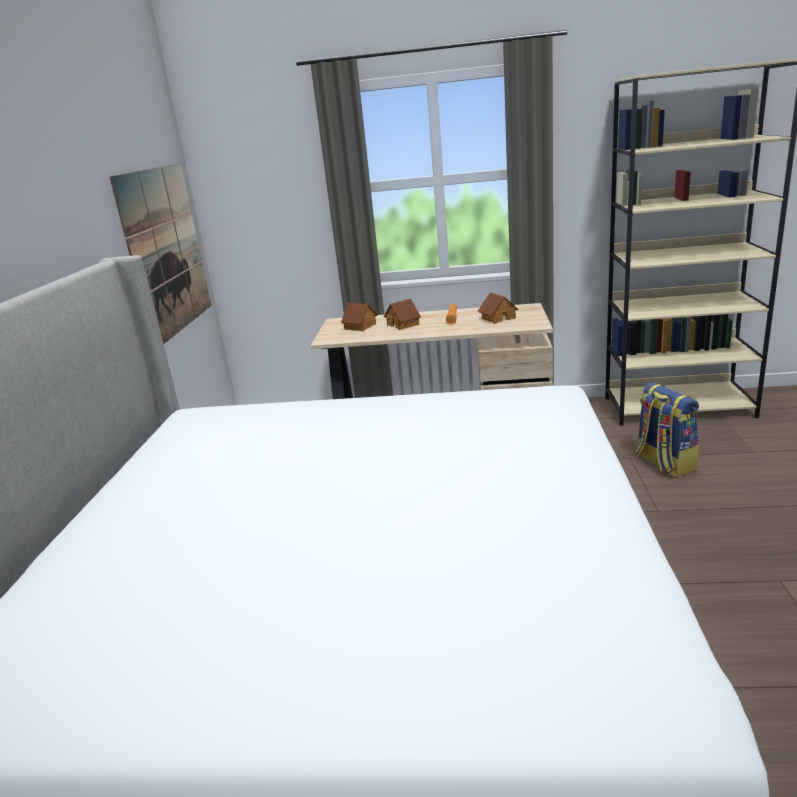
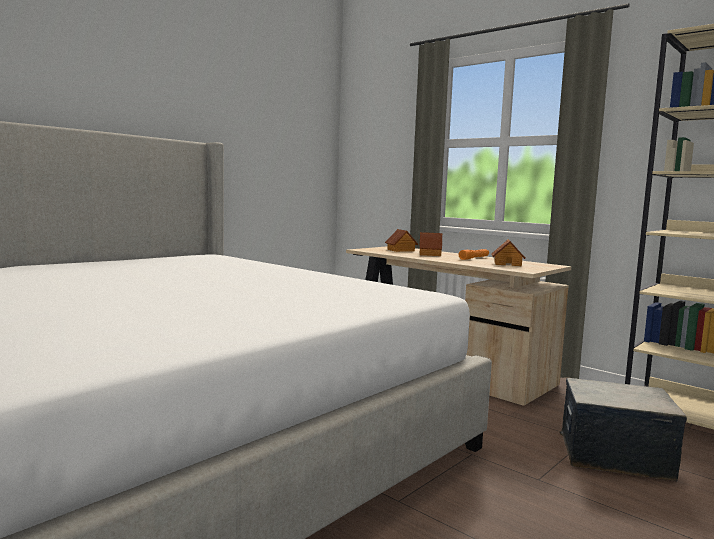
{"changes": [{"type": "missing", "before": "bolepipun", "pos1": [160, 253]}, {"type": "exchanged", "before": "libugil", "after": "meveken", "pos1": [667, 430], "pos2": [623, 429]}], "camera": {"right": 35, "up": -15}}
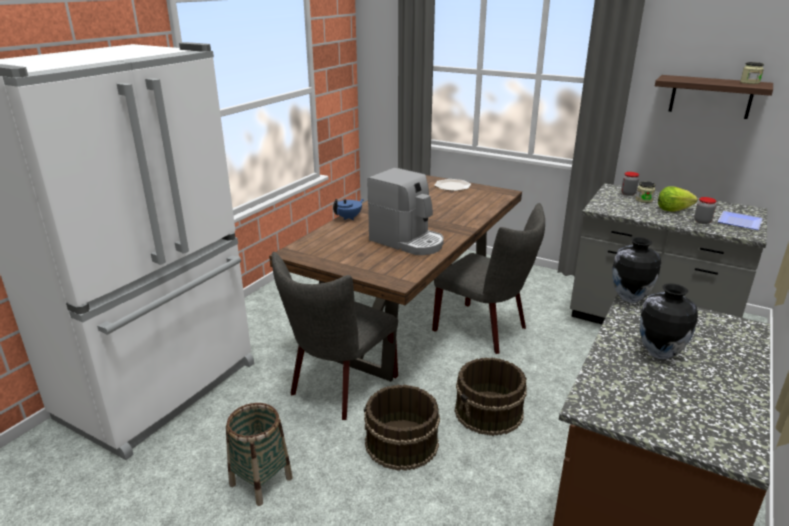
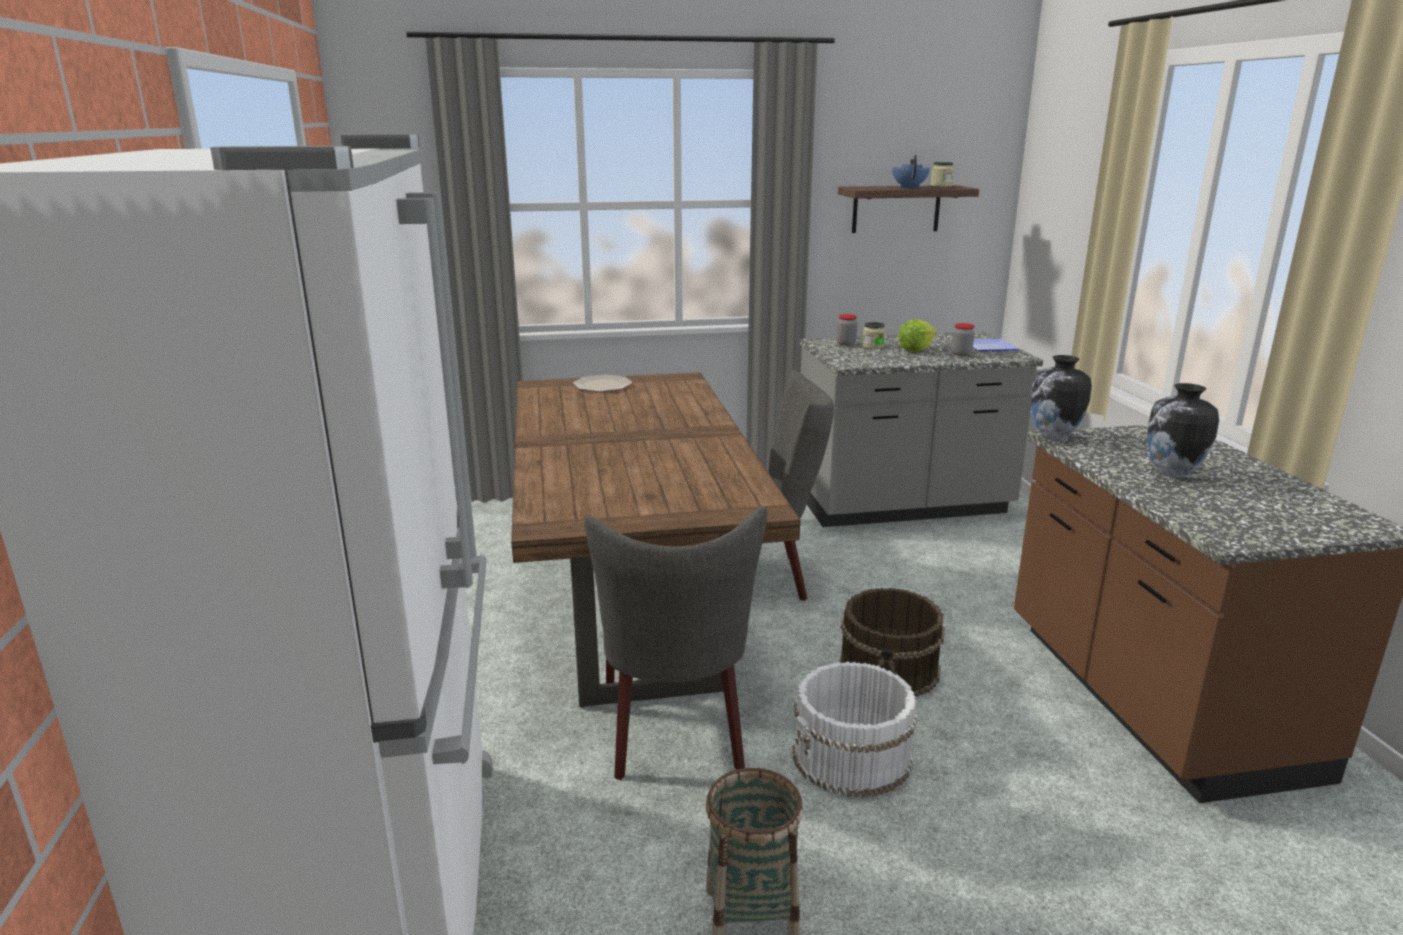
{"changes": [{"type": "relocated", "before": "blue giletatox", "pos1": [348, 209], "pos2": [911, 172]}, {"type": "colour", "before": "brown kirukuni", "after": "white kirukuni", "pos1": [402, 427], "pos2": [855, 730]}, {"type": "missing", "before": "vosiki", "pos1": [406, 211]}], "camera": {"right": -40, "up": -5}}
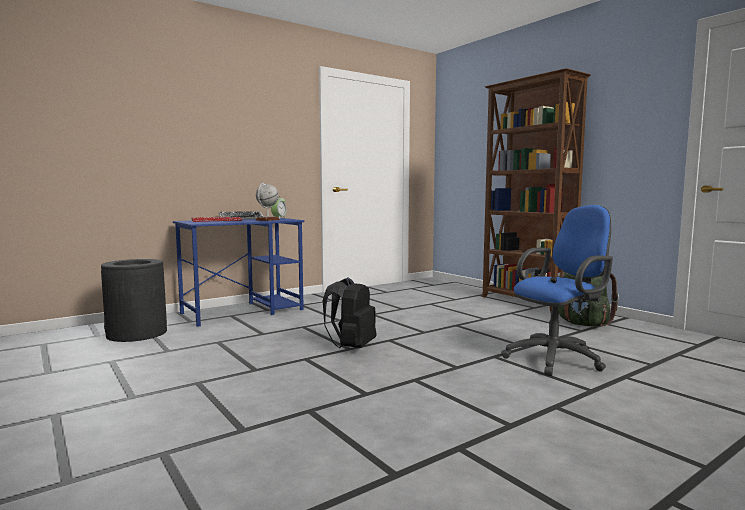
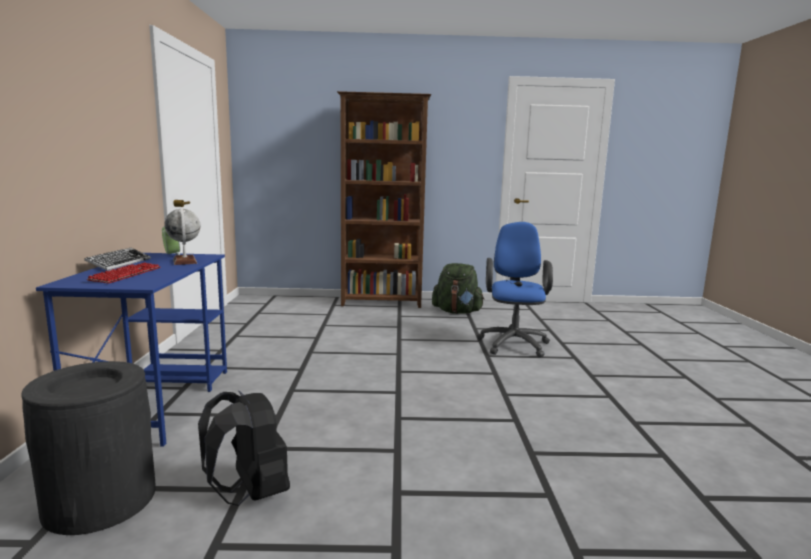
{"changes": [{"type": "relocated", "before": "black libugil", "pos1": [350, 312], "pos2": [244, 448]}], "camera": {"right": -55, "up": 5}}
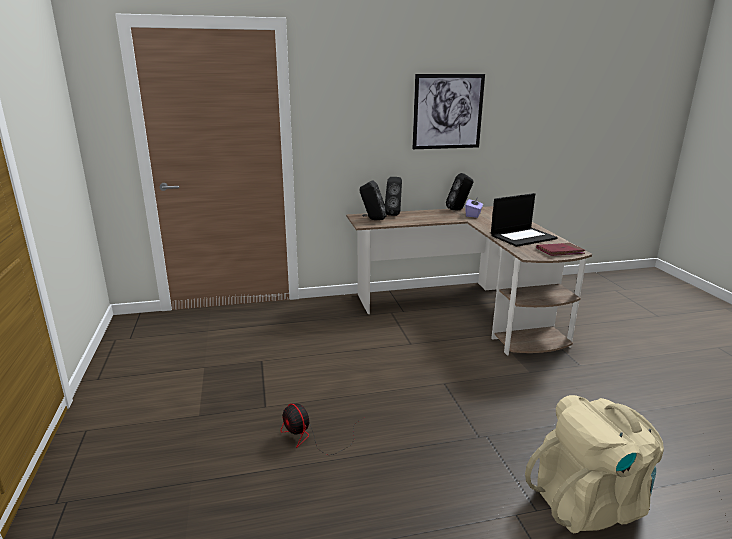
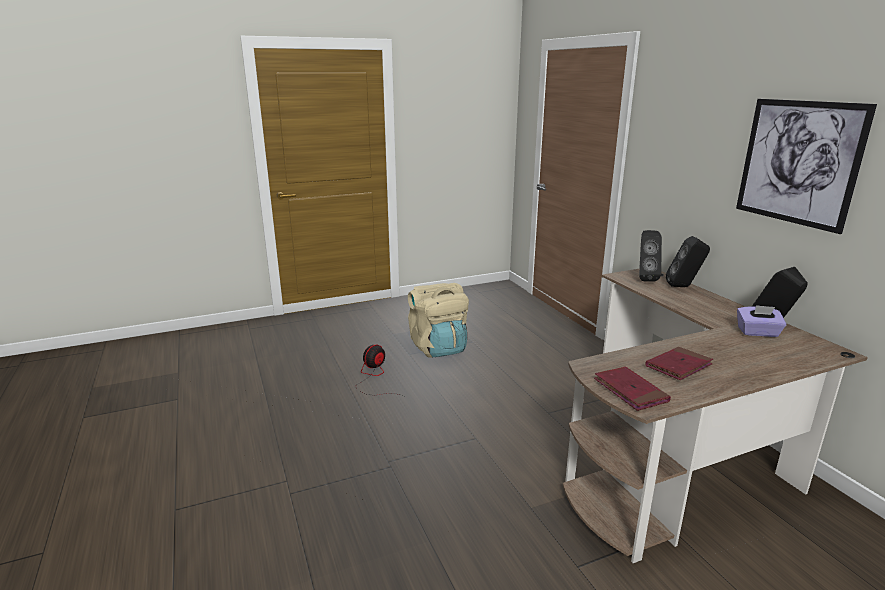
{"changes": [{"type": "exchanged", "before": "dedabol", "after": "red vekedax", "pos1": [524, 220], "pos2": [679, 363]}, {"type": "relocated", "before": "beige libugil", "pos1": [594, 464], "pos2": [438, 320]}], "camera": {"right": 80, "up": 0}}
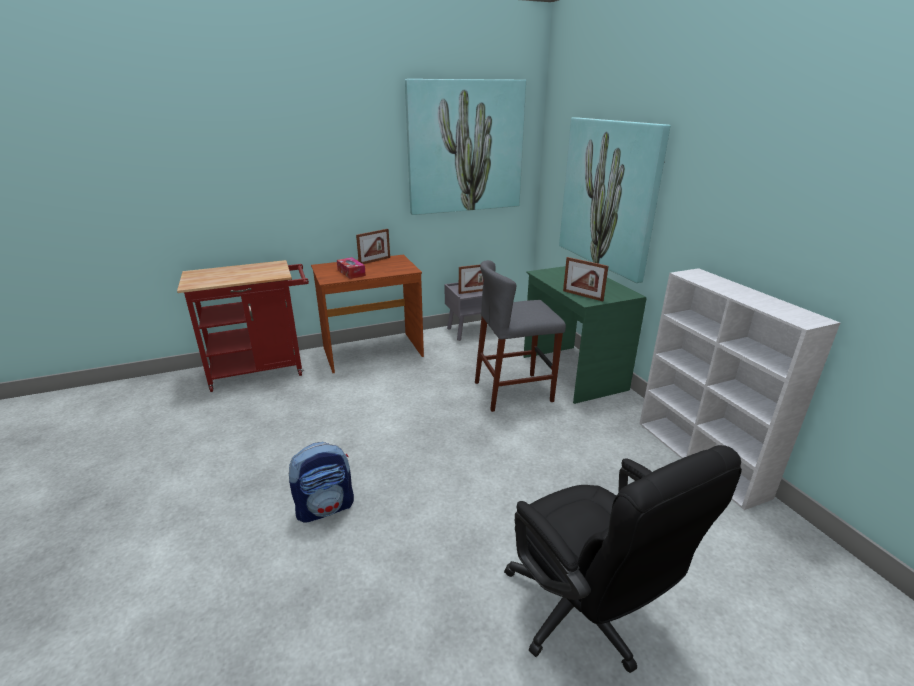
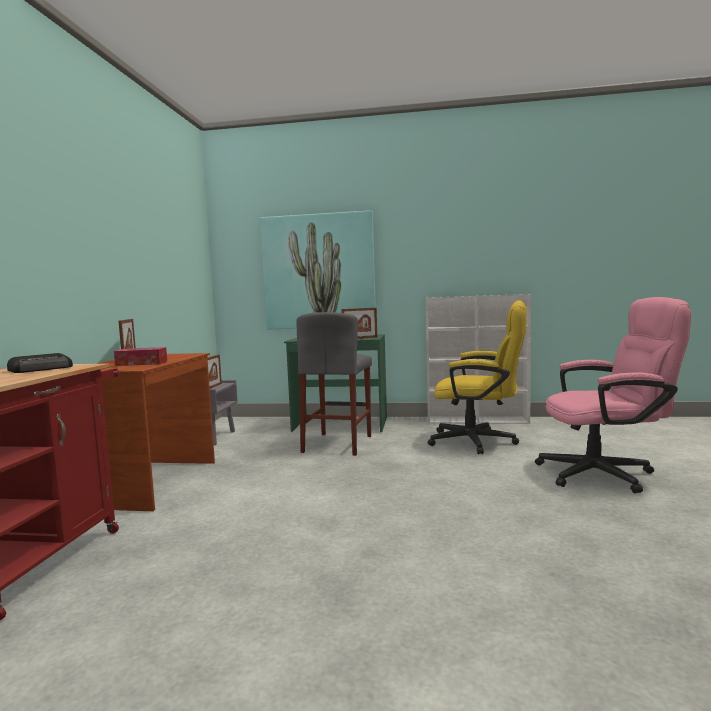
{"changes": [{"type": "missing", "before": "libugil", "pos1": [321, 482]}, {"type": "missing", "before": "bolepipun", "pos1": [465, 147]}, {"type": "colour", "before": "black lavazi", "after": "pink lavazi", "pos1": [623, 559], "pos2": [613, 395]}, {"type": "appeared", "after": "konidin", "pos2": [40, 363]}, {"type": "appeared", "after": "yellow lavazi", "pos2": [477, 377]}], "camera": {"right": -60, "up": -20}}
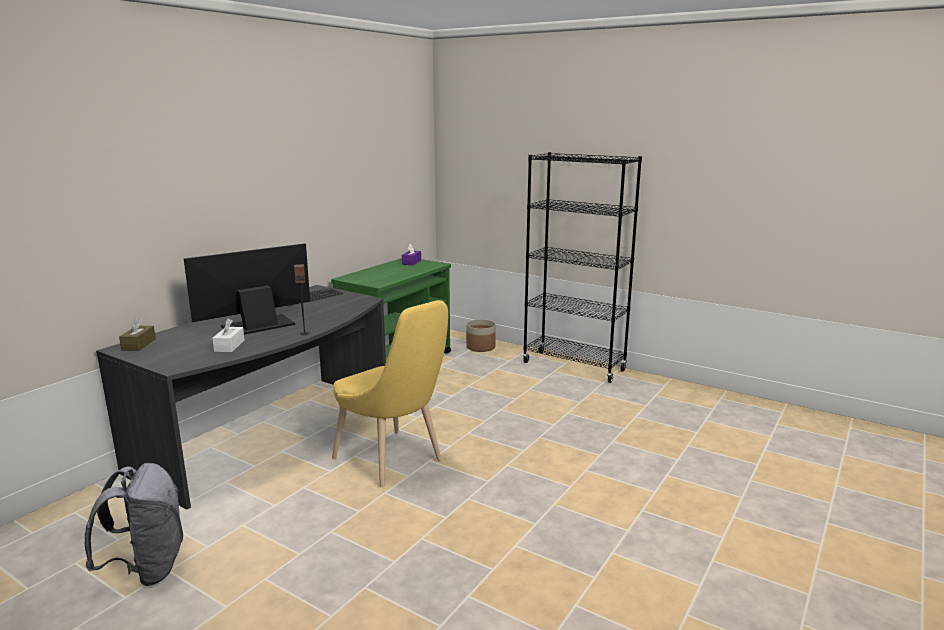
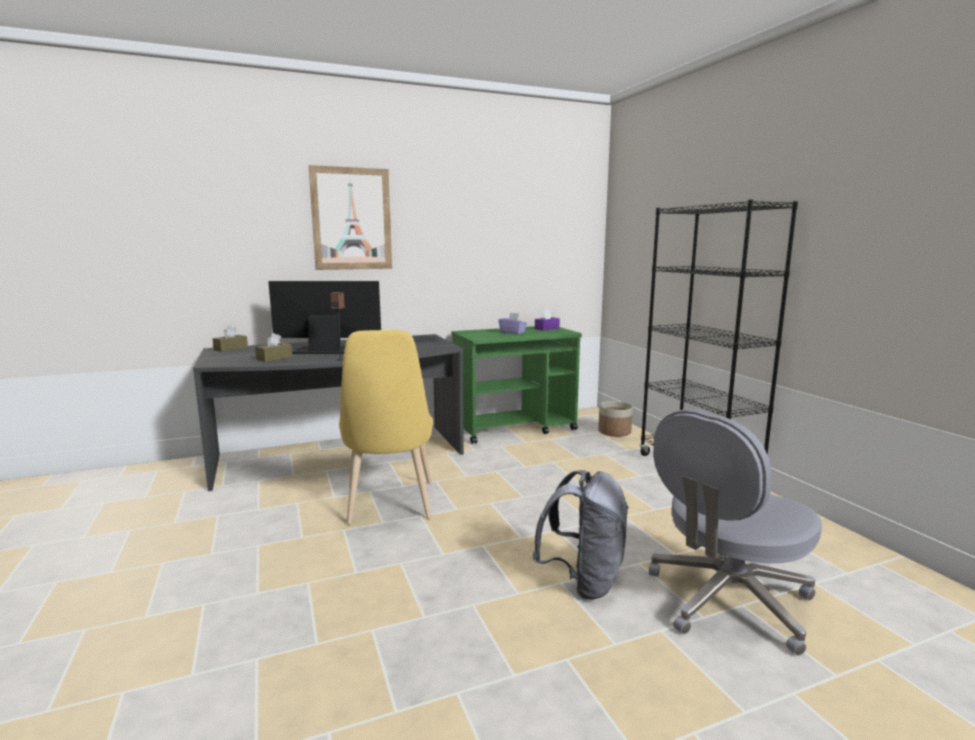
{"changes": [{"type": "relocated", "before": "grey libugil", "pos1": [134, 524], "pos2": [580, 535]}, {"type": "colour", "before": "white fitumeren", "after": "brown fitumeren", "pos1": [228, 335], "pos2": [273, 347]}, {"type": "appeared", "after": "bolepipun", "pos2": [350, 217]}, {"type": "appeared", "after": "purple fitumeren", "pos2": [512, 323]}, {"type": "appeared", "after": "grey lavazi", "pos2": [735, 532]}], "camera": {"right": 35, "up": -5}}
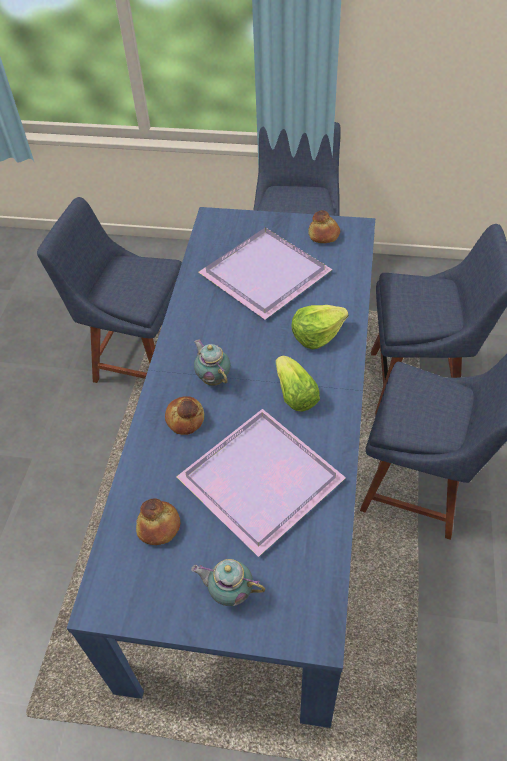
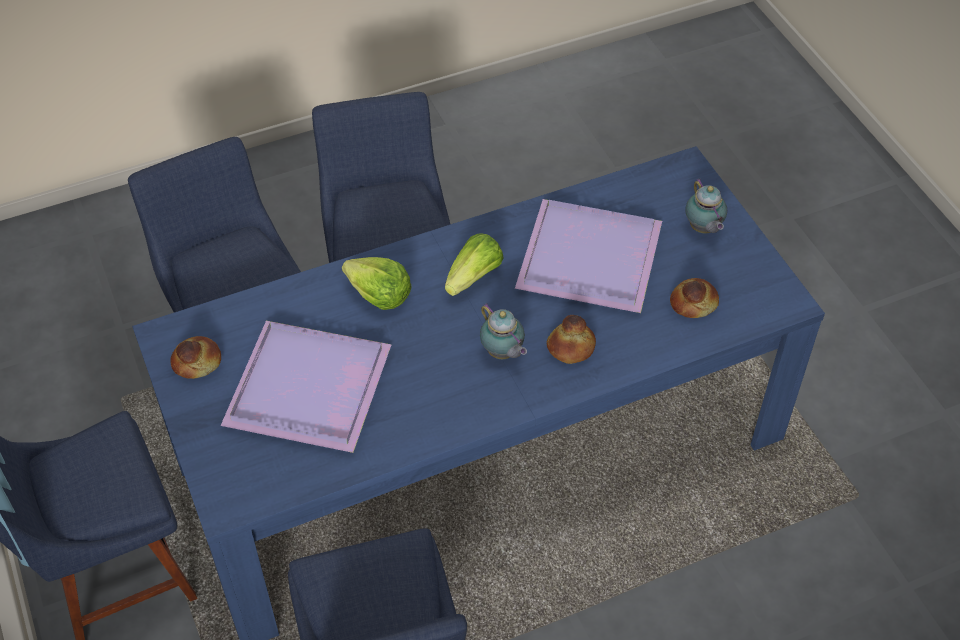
{"changes": [{"type": "spun", "before": "giletatox", "pos1": [212, 362], "pos2": [503, 331], "turn": -60}], "camera": {"right": -125, "up": 0}}
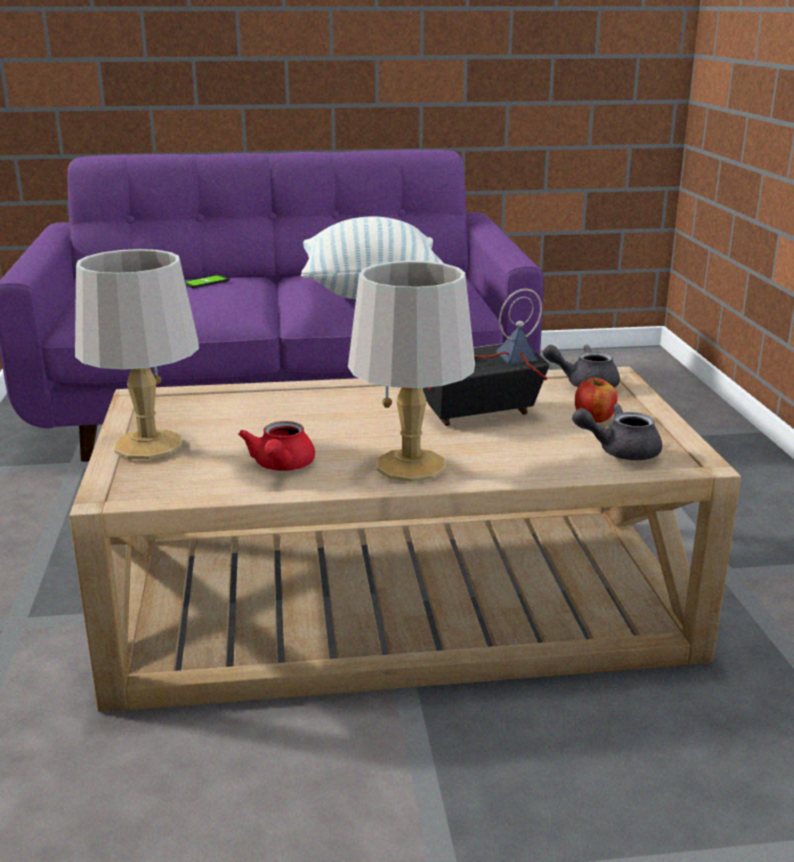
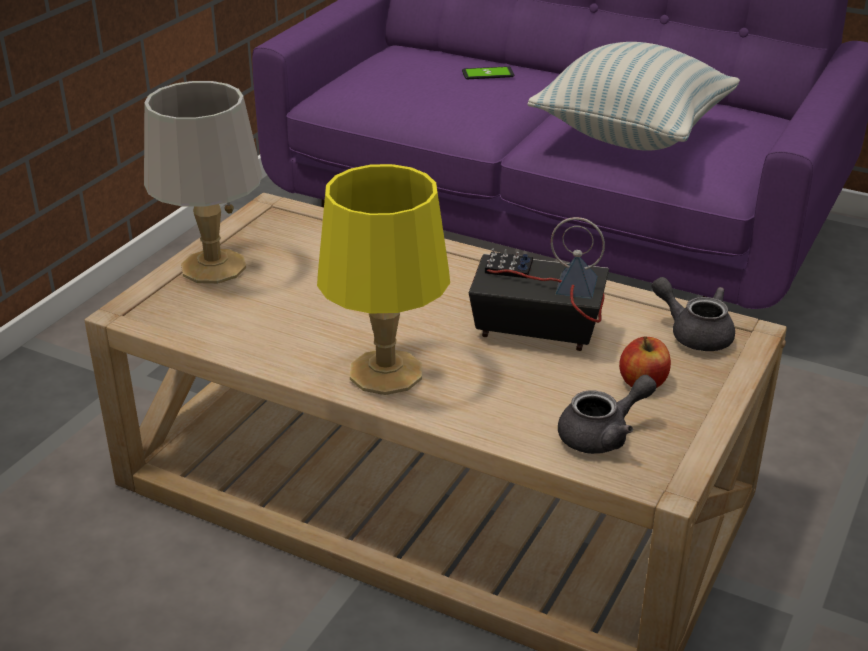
{"changes": [{"type": "missing", "before": "red giletatox", "pos1": [276, 446]}, {"type": "colour", "before": "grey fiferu", "after": "yellow fiferu", "pos1": [411, 371], "pos2": [383, 279]}, {"type": "spun", "before": "grey giletatox", "pos1": [617, 432], "pos2": [607, 414], "turn": 120}], "camera": {"right": 35, "up": 10}}
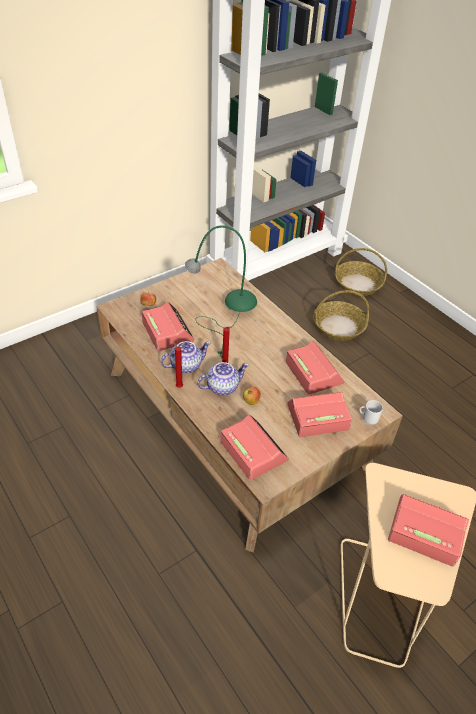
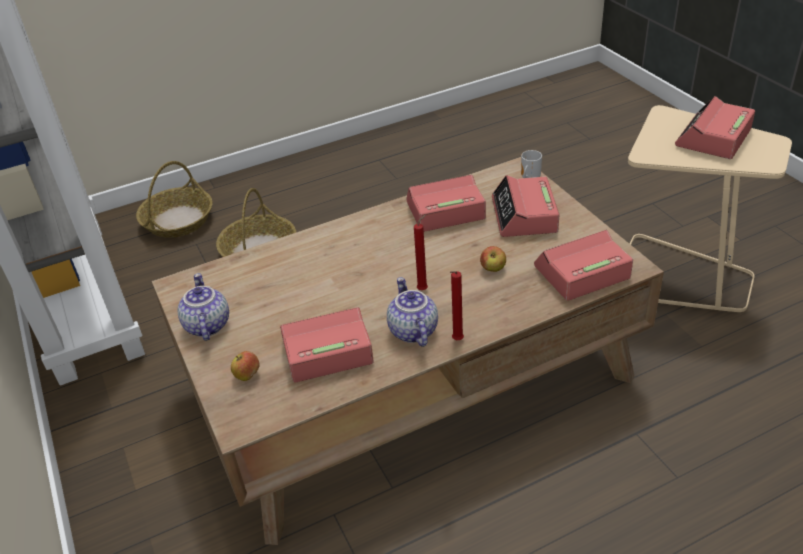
{"changes": [{"type": "missing", "before": "green fiferu", "pos1": [221, 292]}, {"type": "relocated", "before": "giletatox", "pos1": [223, 378], "pos2": [203, 307]}], "camera": {"right": -75, "up": -5}}
